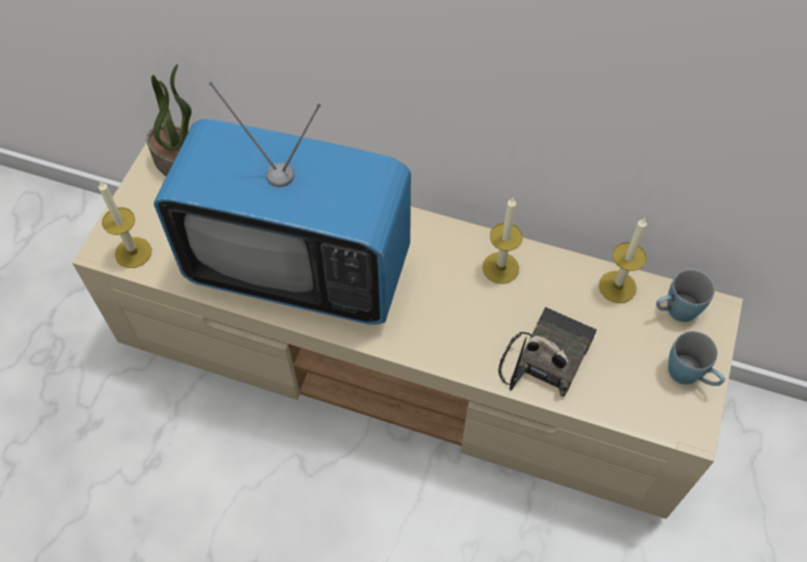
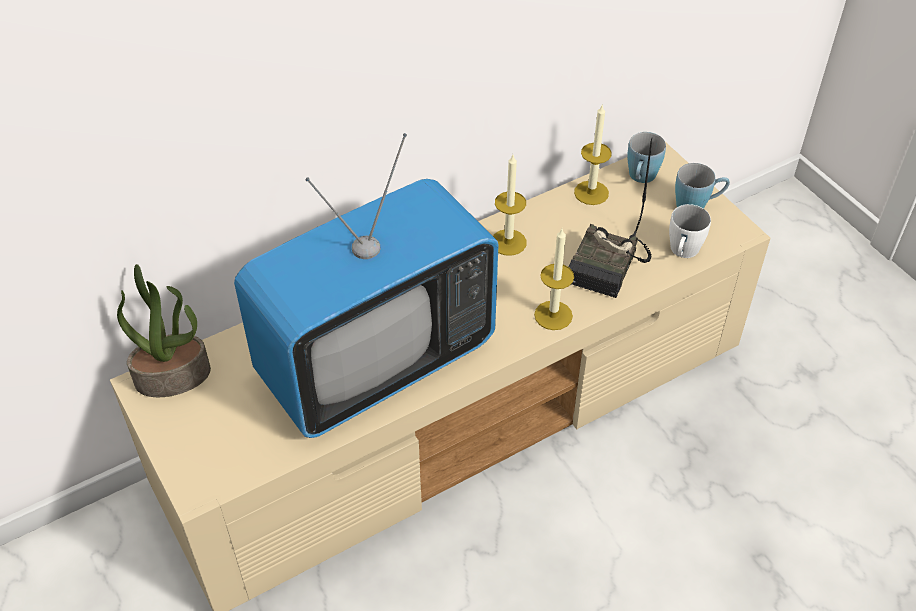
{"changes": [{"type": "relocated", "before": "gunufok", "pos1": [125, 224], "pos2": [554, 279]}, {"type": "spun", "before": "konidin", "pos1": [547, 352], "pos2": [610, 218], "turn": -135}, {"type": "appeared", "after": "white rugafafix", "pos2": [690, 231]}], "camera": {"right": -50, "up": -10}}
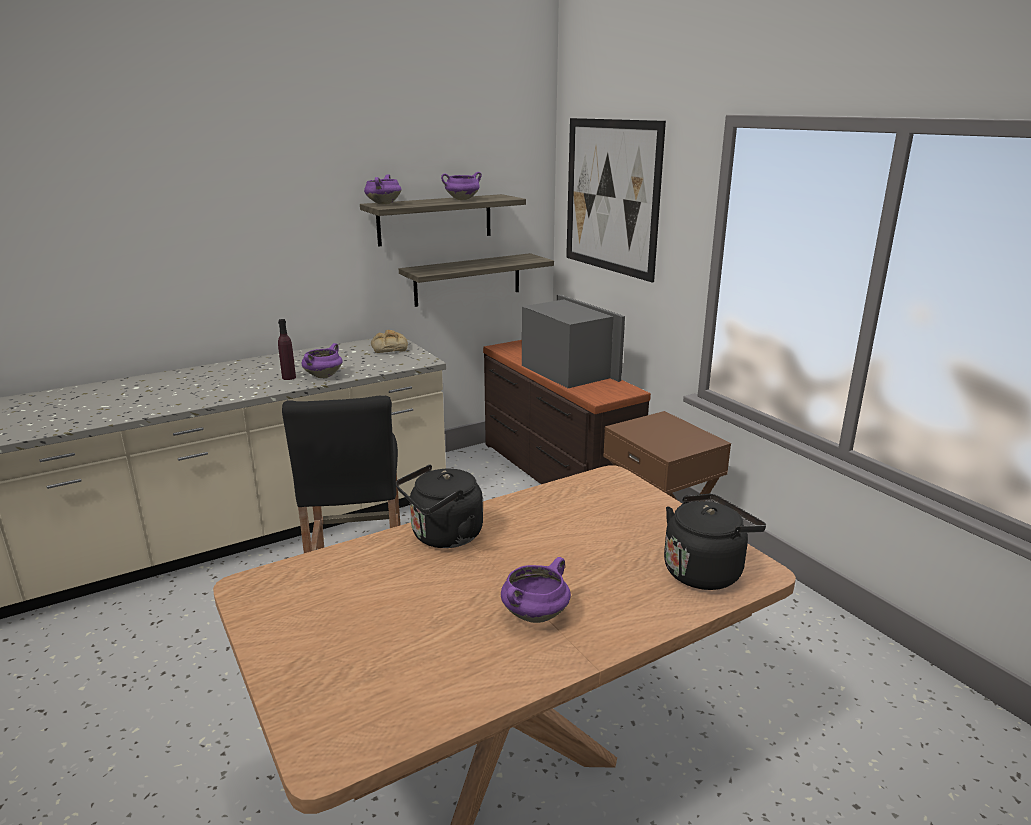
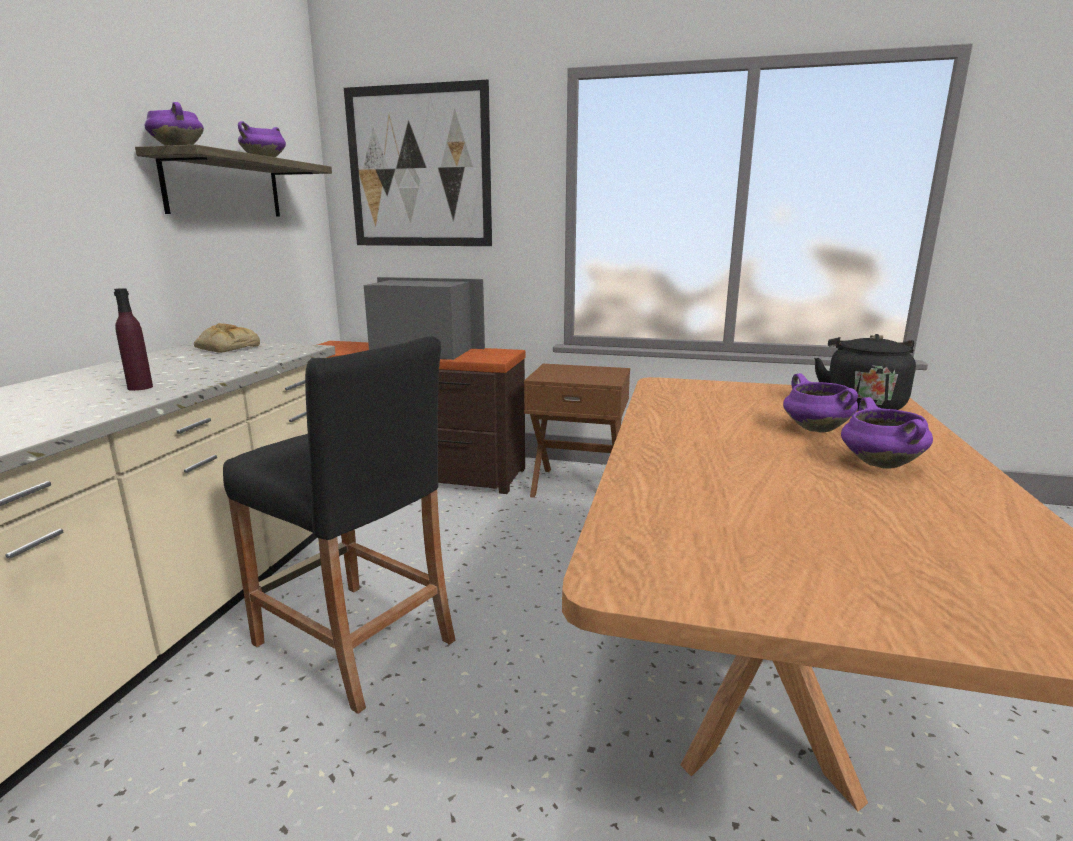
{"changes": [{"type": "relocated", "before": "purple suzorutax", "pos1": [322, 360], "pos2": [820, 403]}, {"type": "missing", "before": "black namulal", "pos1": [439, 506]}, {"type": "missing", "before": "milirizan", "pos1": [476, 280]}], "camera": {"right": -45, "up": -5}}
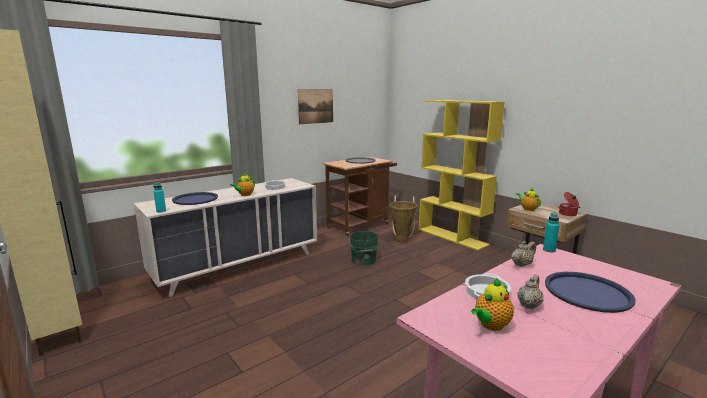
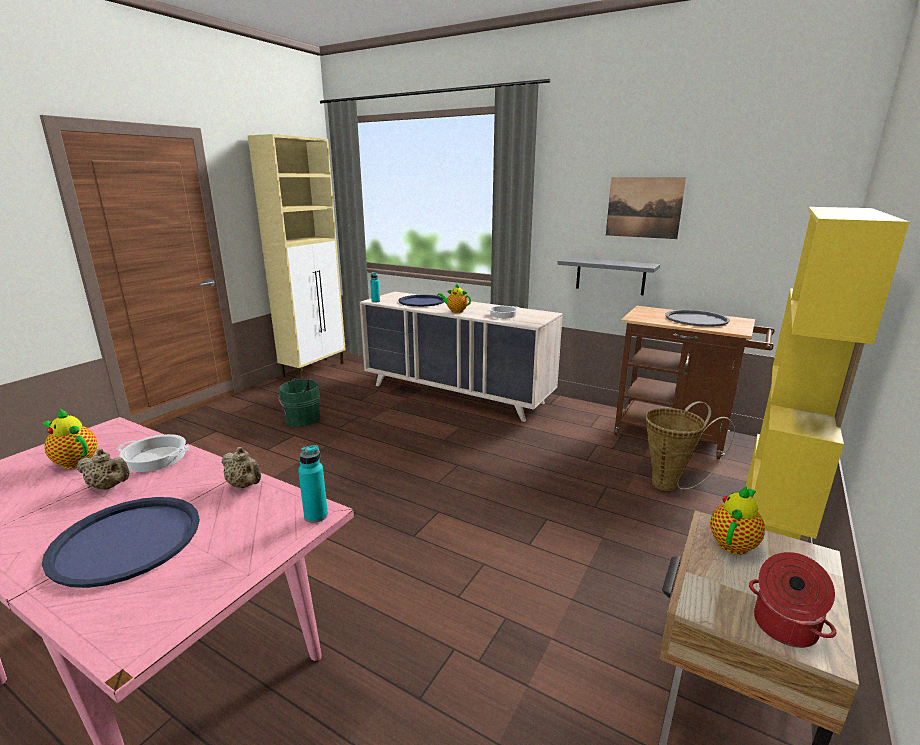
{"changes": [{"type": "relocated", "before": "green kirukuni", "pos1": [364, 248], "pos2": [299, 402]}, {"type": "appeared", "after": "grey milirizan", "pos2": [608, 276]}], "camera": {"right": 70, "up": 5}}
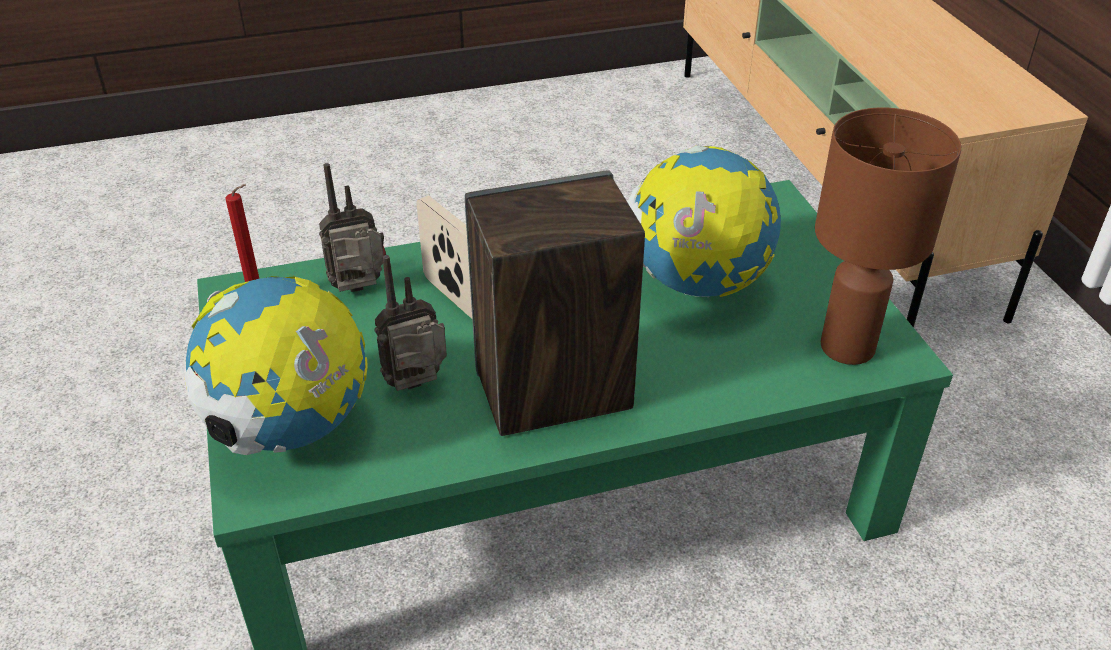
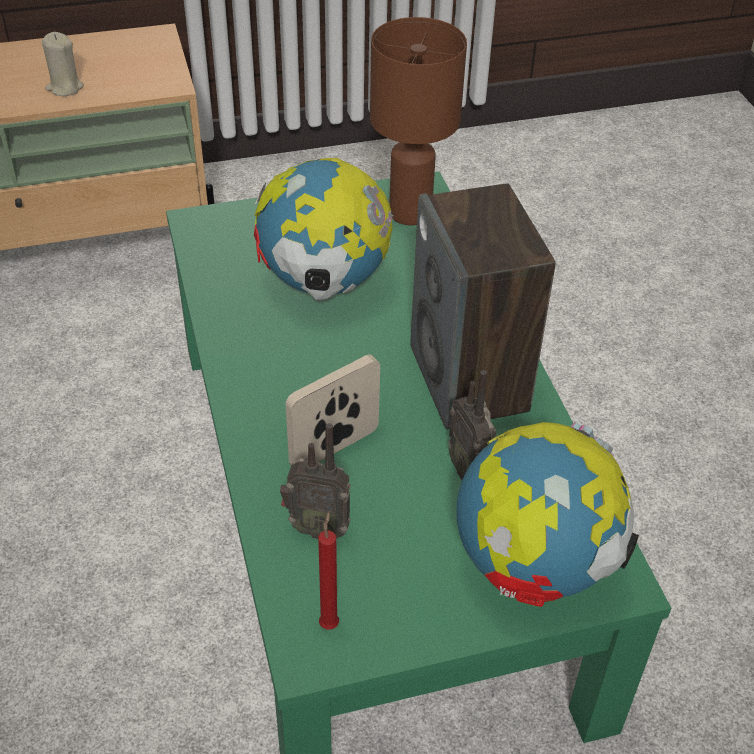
{"changes": [{"type": "spun", "before": "konidin", "pos1": [352, 227], "pos2": [315, 481], "turn": -60}, {"type": "appeared", "after": "beige gunufok", "pos2": [63, 64]}], "camera": {"right": -90, "up": 5}}
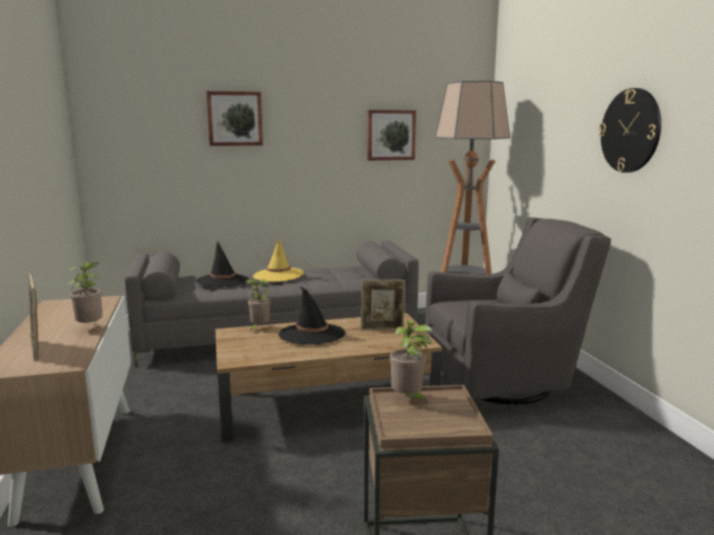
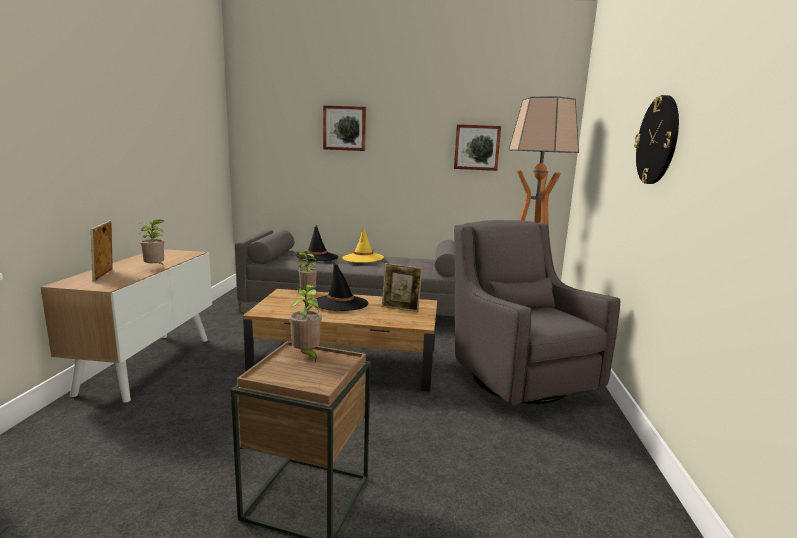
{"changes": [{"type": "spun", "before": "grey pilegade", "pos1": [518, 311], "pos2": [537, 312], "turn": -120}], "camera": {"right": 20, "up": 0}}
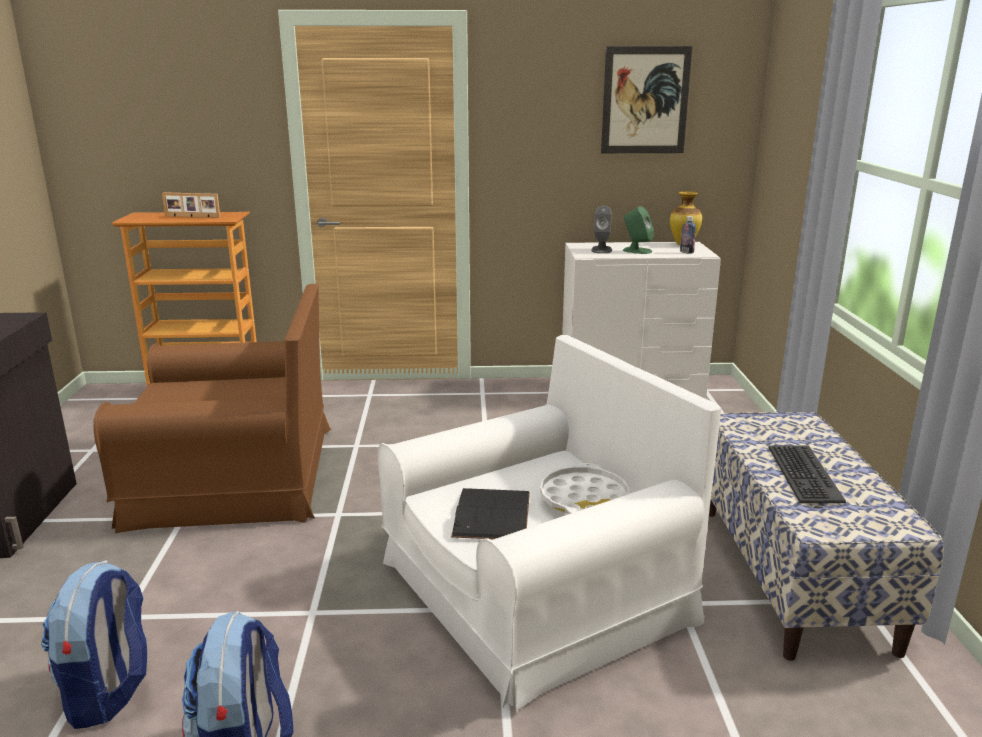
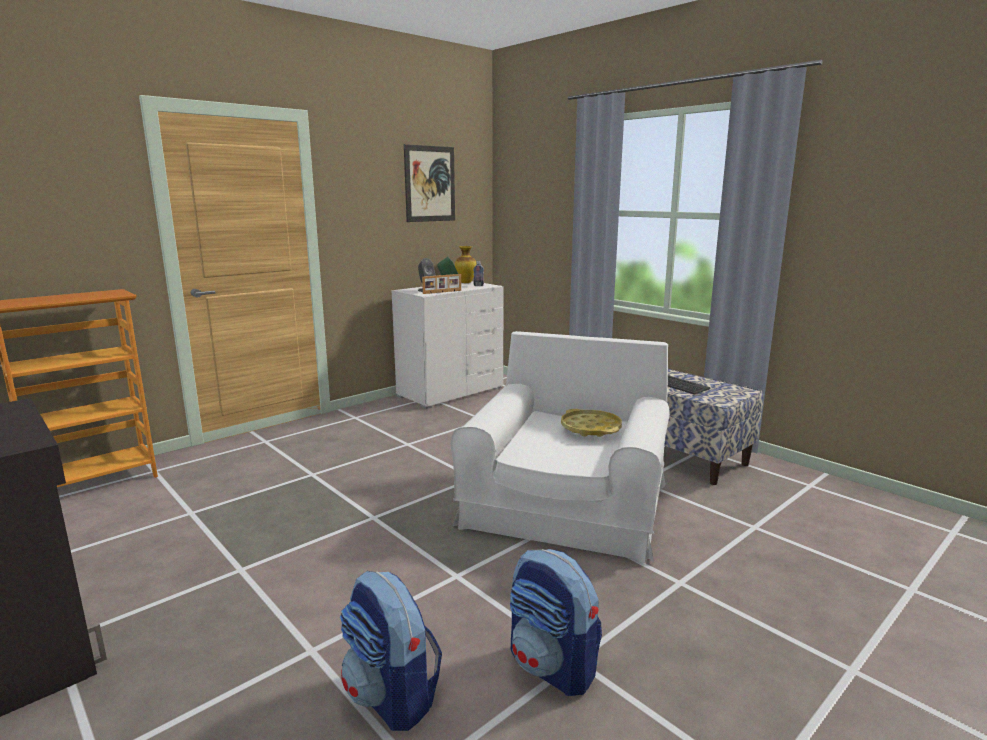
{"changes": [{"type": "missing", "before": "brown pilegade", "pos1": [212, 409]}, {"type": "relocated", "before": "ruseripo", "pos1": [191, 205], "pos2": [441, 284]}, {"type": "missing", "before": "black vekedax", "pos1": [490, 513]}, {"type": "colour", "before": "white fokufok", "after": "yellow fokufok", "pos1": [584, 488], "pos2": [591, 423]}], "camera": {"right": -40, "up": -5}}
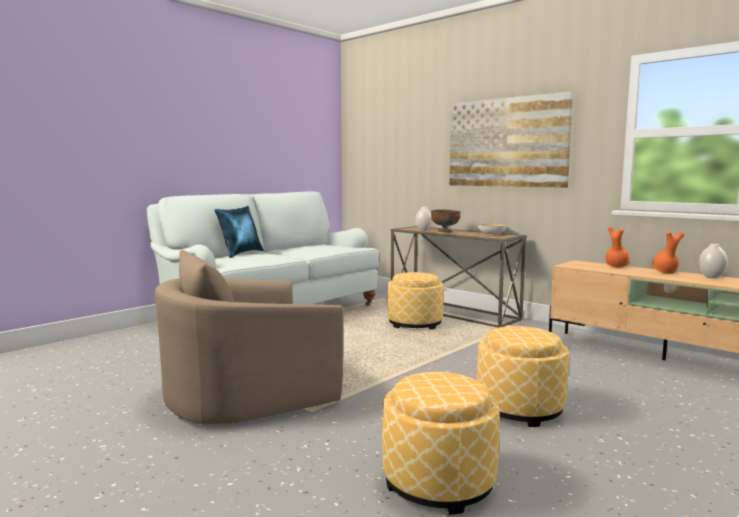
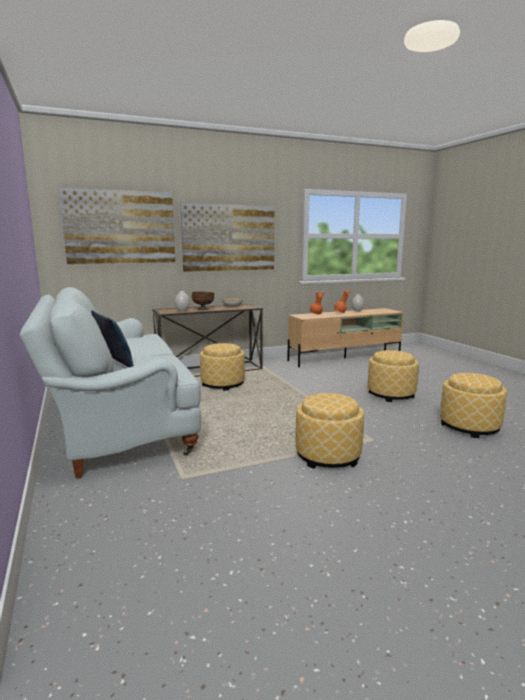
{"changes": [{"type": "exchanged", "before": "beige pilegade", "after": "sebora", "pos1": [249, 337], "pos2": [330, 431]}, {"type": "appeared", "after": "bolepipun", "pos2": [117, 226]}], "camera": {"right": -65, "up": 5}}
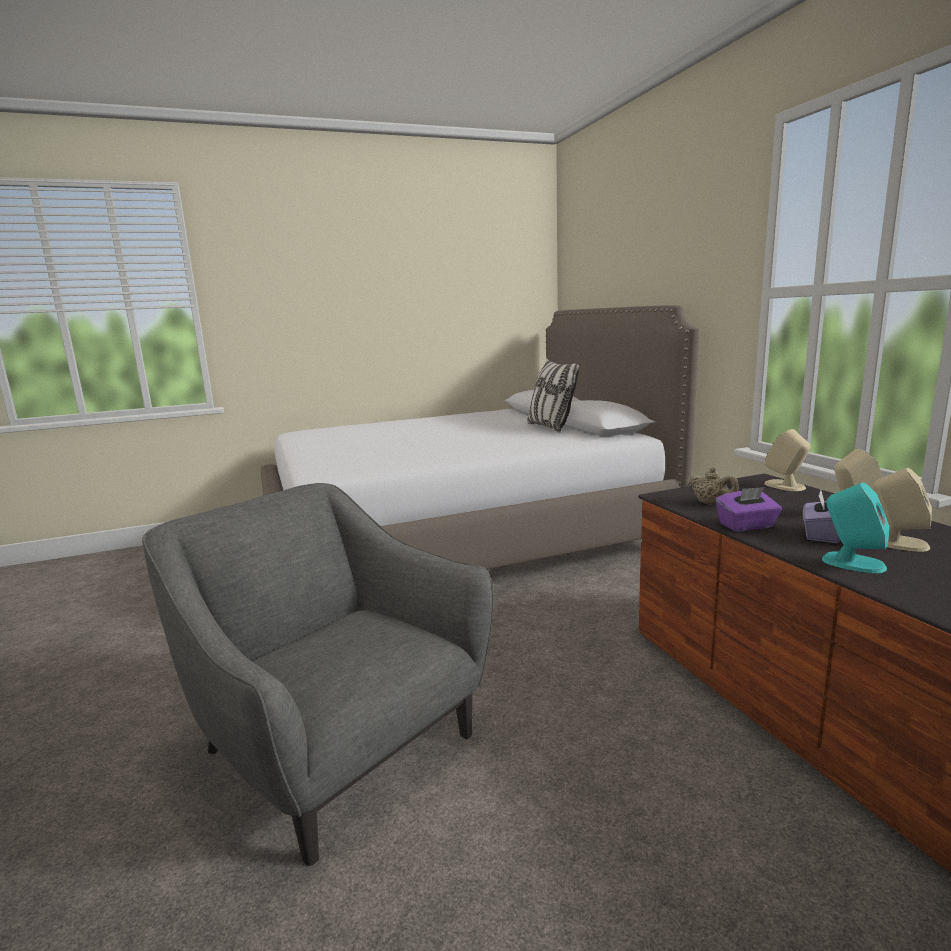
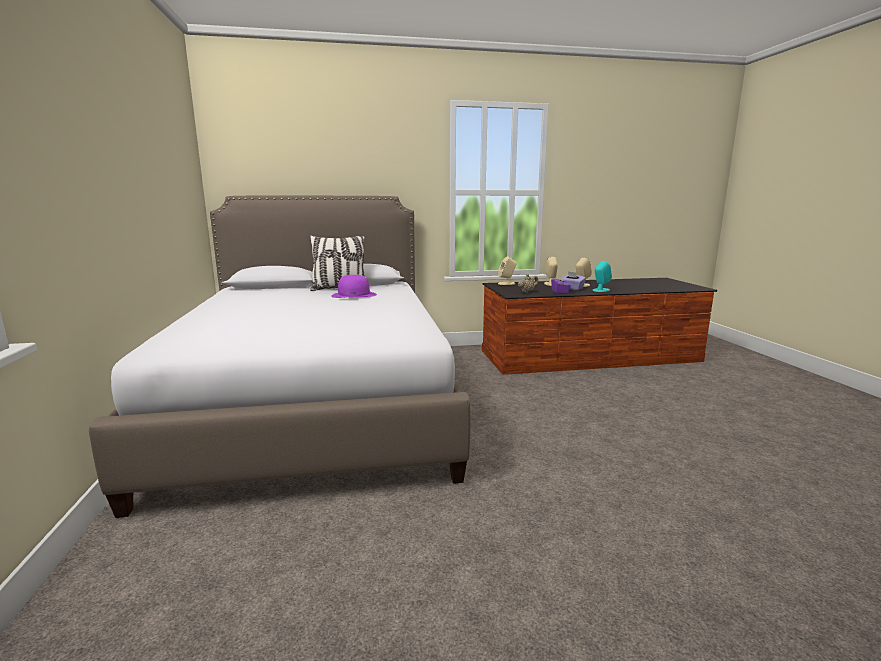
{"changes": [{"type": "missing", "before": "grey pilegade", "pos1": [318, 674]}, {"type": "appeared", "after": "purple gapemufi", "pos2": [354, 286]}], "camera": {"right": -80, "up": 0}}
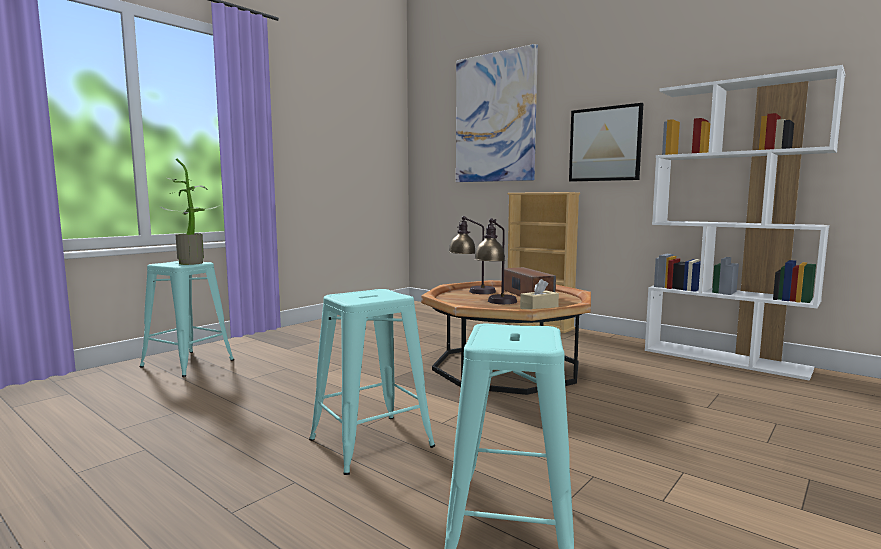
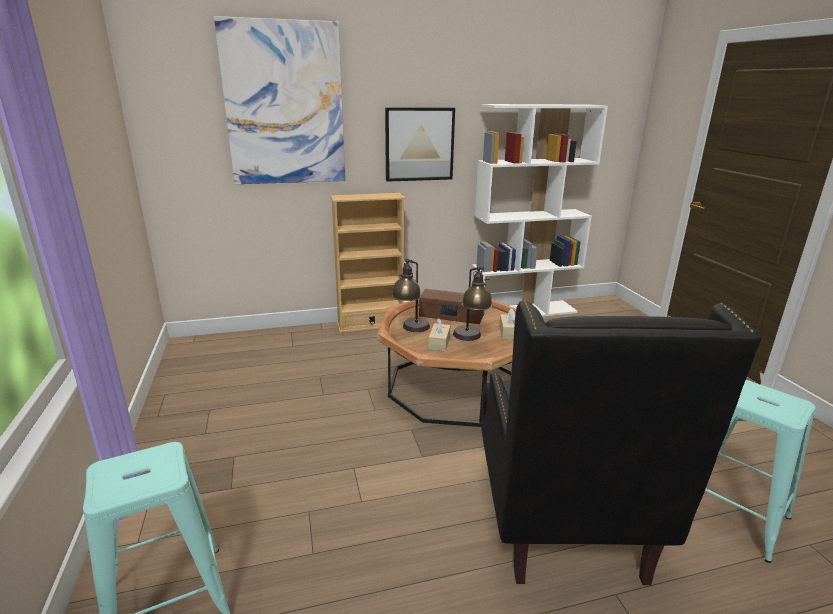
{"changes": [{"type": "missing", "before": "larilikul", "pos1": [190, 212]}, {"type": "exchanged", "before": "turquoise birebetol", "after": "black pilegade", "pos1": [372, 382], "pos2": [621, 442]}, {"type": "appeared", "after": "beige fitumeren", "pos2": [439, 334]}], "camera": {"right": -55, "up": 15}}
